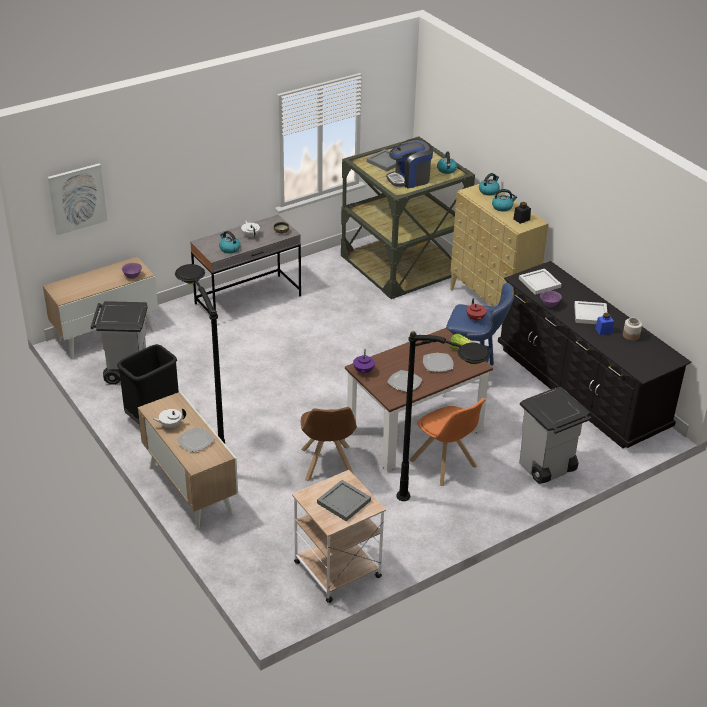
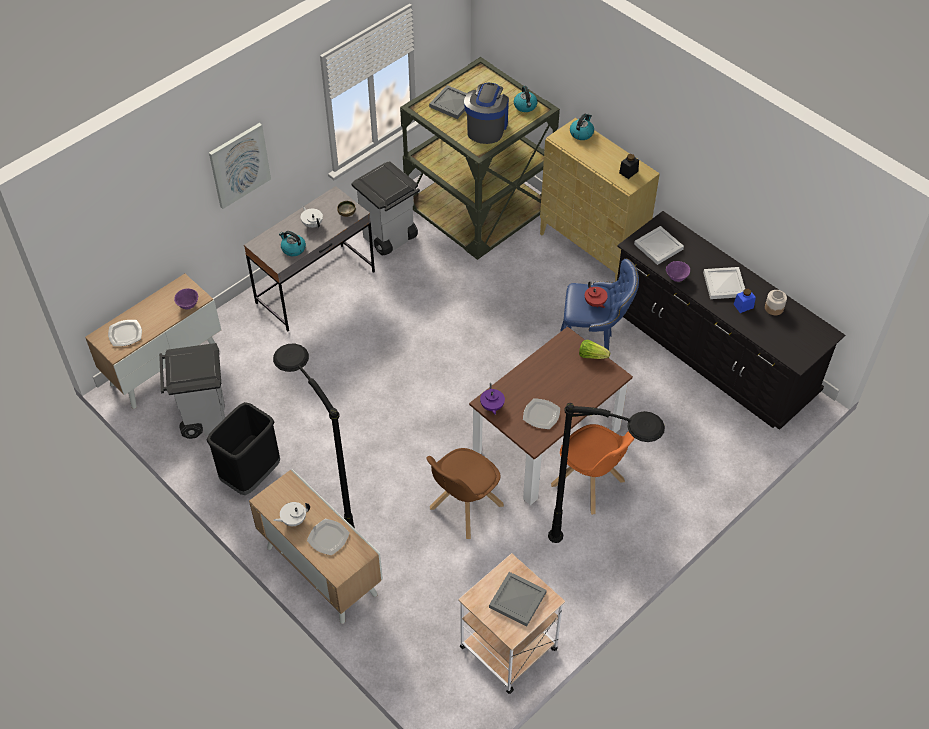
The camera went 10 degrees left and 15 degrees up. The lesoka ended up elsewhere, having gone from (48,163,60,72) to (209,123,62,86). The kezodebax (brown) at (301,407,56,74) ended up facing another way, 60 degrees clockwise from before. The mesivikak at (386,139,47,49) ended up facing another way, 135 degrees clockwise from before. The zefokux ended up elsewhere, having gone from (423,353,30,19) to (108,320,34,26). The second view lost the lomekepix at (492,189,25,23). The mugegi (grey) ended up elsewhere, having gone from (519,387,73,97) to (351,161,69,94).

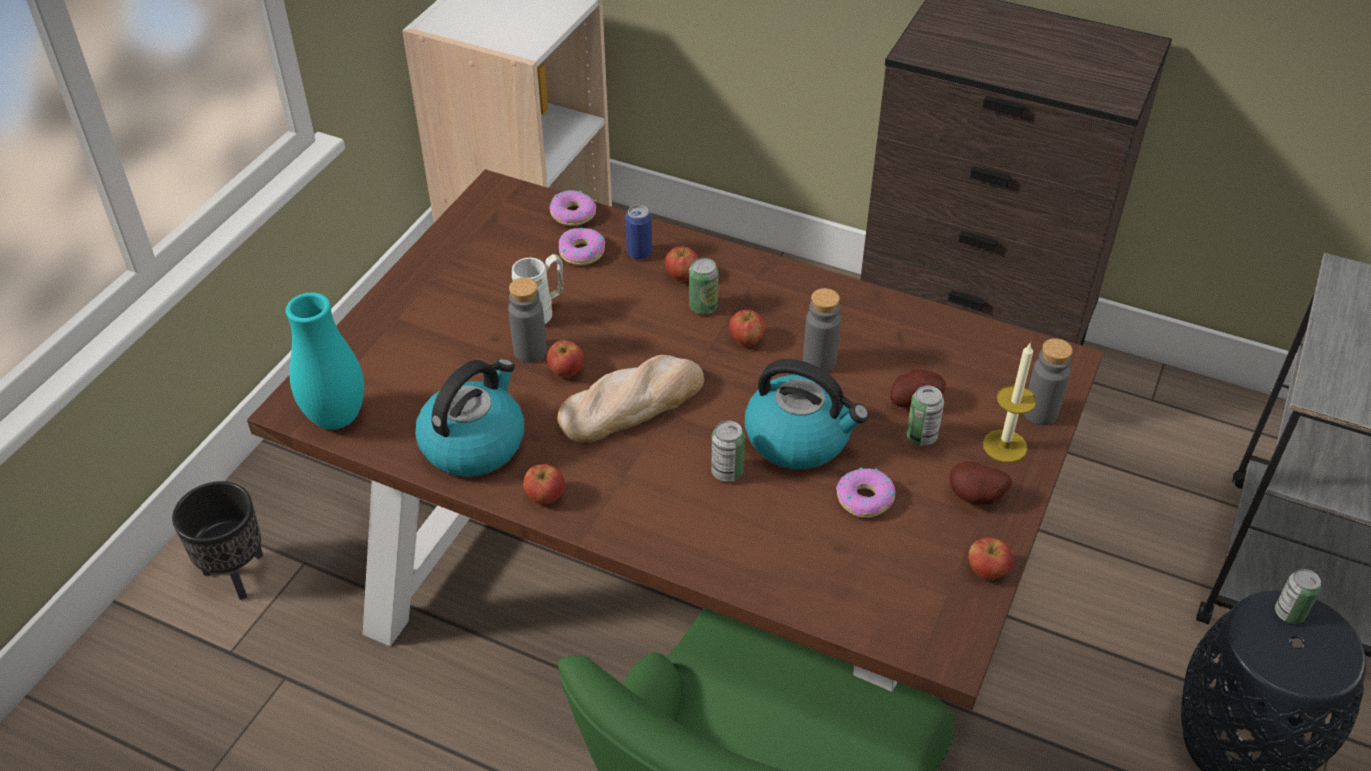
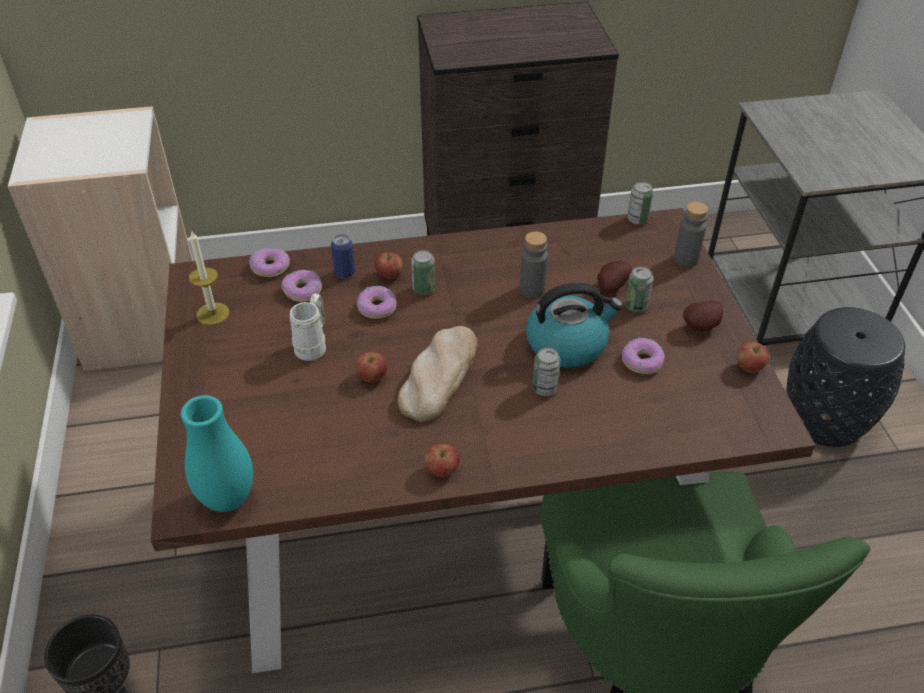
The camera went 35 degrees left and 0 degrees up. The second view lost the lomekepix at (415,359,109,118). The second view lost the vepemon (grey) at (508,278,39,85). The second view lost the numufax at (729,310,36,36). The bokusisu ended up elsewhere, having gone from (983,342,53,120) to (189,230,40,95). The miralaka ended up elsewhere, having gone from (1275,569,46,55) to (627,182,26,43). The second view gained the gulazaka at (357,286,40,33).

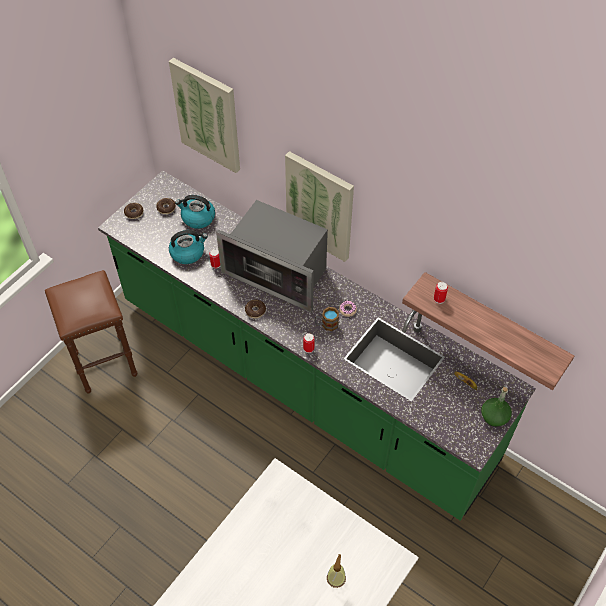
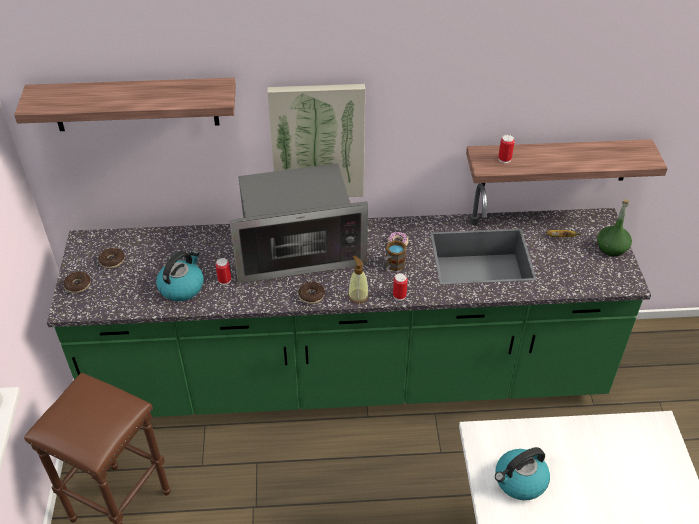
The camera went 40 degrees left and 10 degrees down. Where the lesoka hung at (169,58,71,115), the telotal came to hang at (14,78,222,53). The lomekepix ended up elsewhere, having gone from (175,195,40,34) to (495,447,55,53). The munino ended up elsewhere, having gone from (327,554,19,34) to (348,256,21,47).

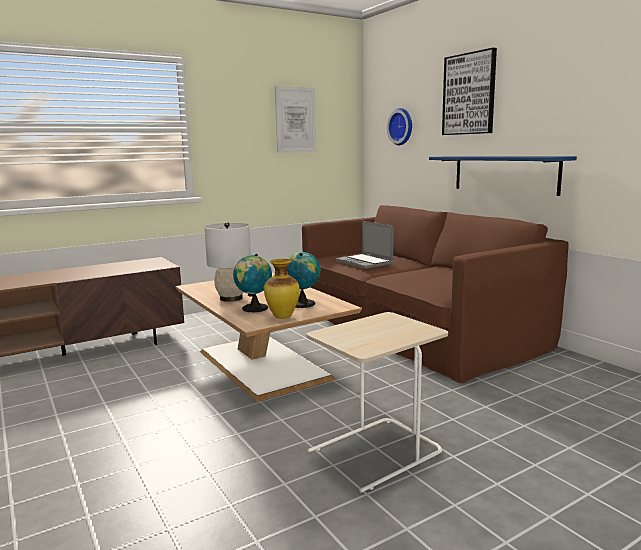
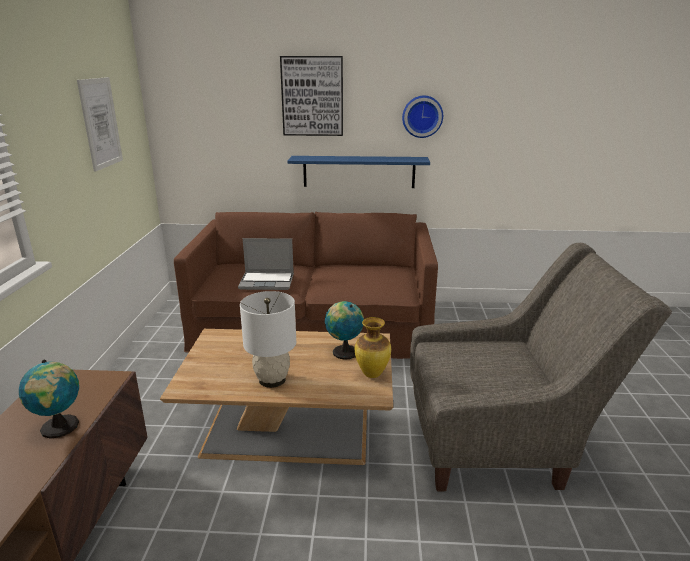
The camera went 55 degrees left and 10 degrees up. The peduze ended up elsewhere, having gone from (233,254,39,58) to (19,360,60,79). Where the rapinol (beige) stood at (307,312,141,181), the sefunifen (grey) came to stand at (410,243,262,248). The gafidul ended up elsewhere, having gone from (387,108,25,37) to (402,96,41,42).

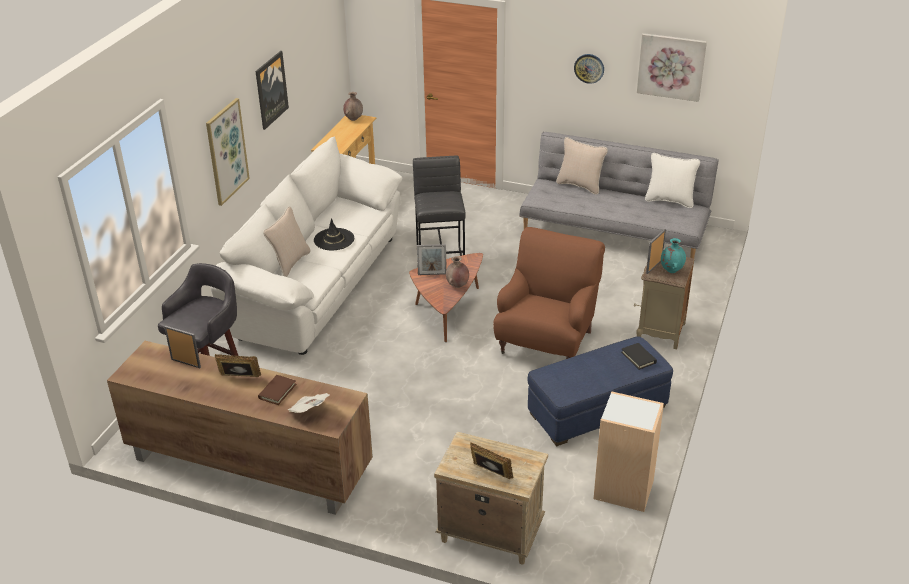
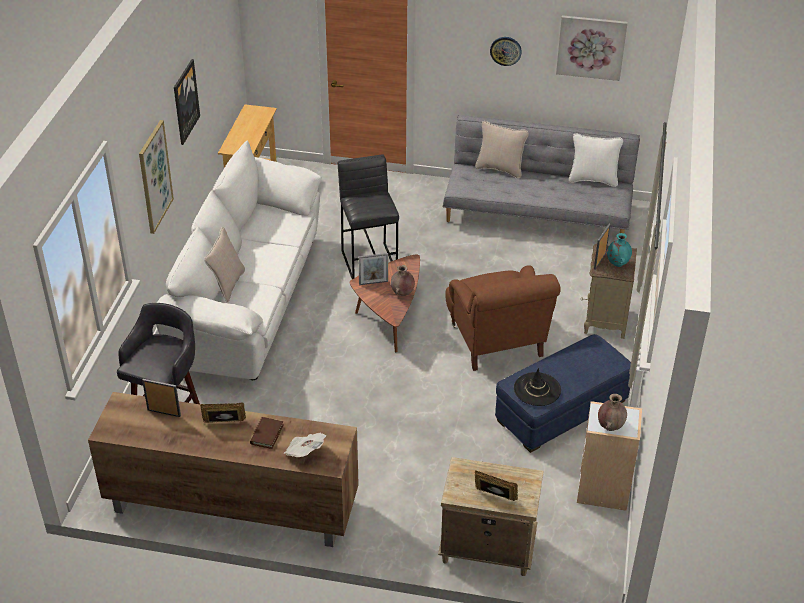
The camera went 10 degrees left and 5 degrees up. The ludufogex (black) ended up elsewhere, having gone from (314,218,40,32) to (514,368,47,38). The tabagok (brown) ended up elsewhere, having gone from (343,92,20,29) to (598,394,29,37). The sefunifen (brown) at (493,227,112,132) ended up facing another way, 150 degrees clockwise from before. The second view lost the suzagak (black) at (621,343,36,27).

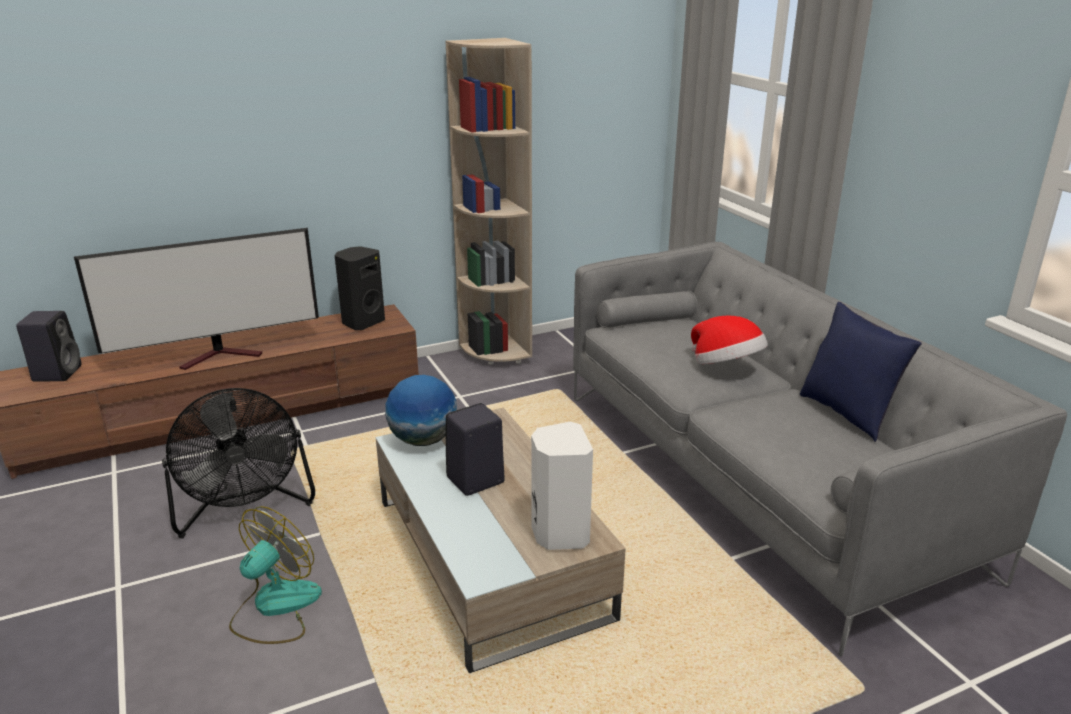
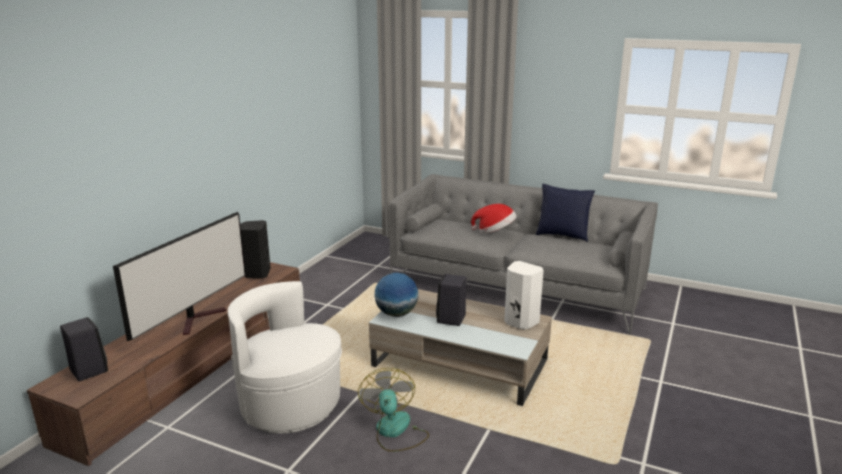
The camera went 40 degrees left and 5 degrees down. Where the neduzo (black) stood at (162,388,153,150), the sefunifen (white) came to stand at (228,281,114,153). The second view lost the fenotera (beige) at (445,38,87,327).

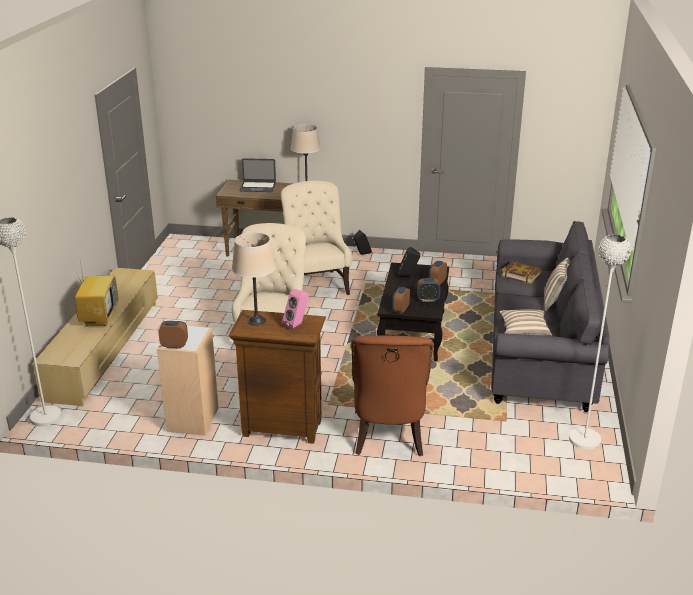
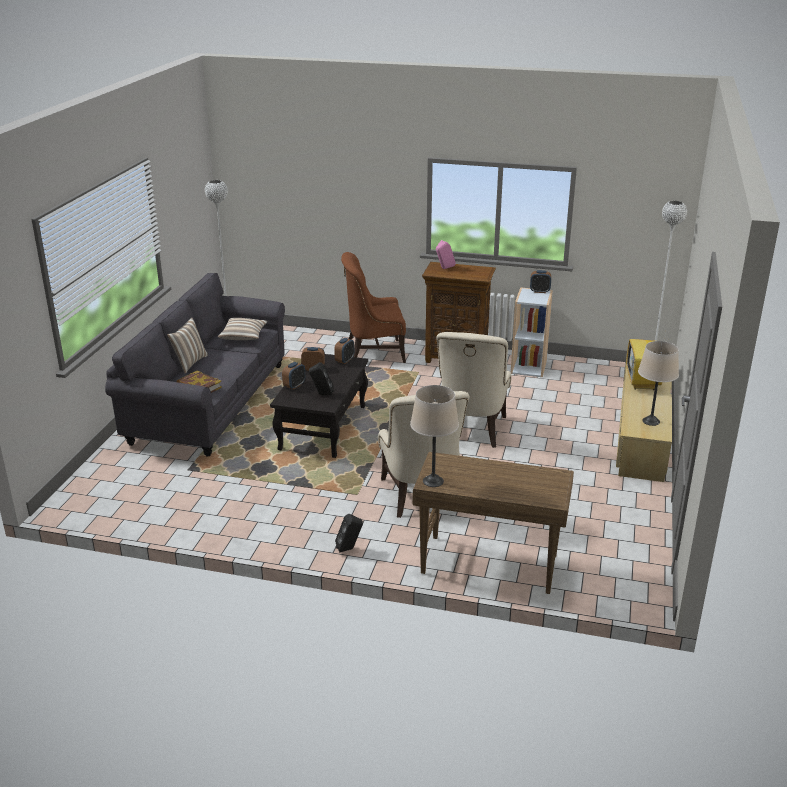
The camera went 175 degrees left and 0 degrees up. The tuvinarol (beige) ended up elsewhere, having gone from (232,232,44,94) to (638,341,41,85). The second view lost the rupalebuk at (239,158,37,34). The sefunifen (brown) at (351,336,83,120) ended up facing another way, 105 degrees counterclockwise from before.

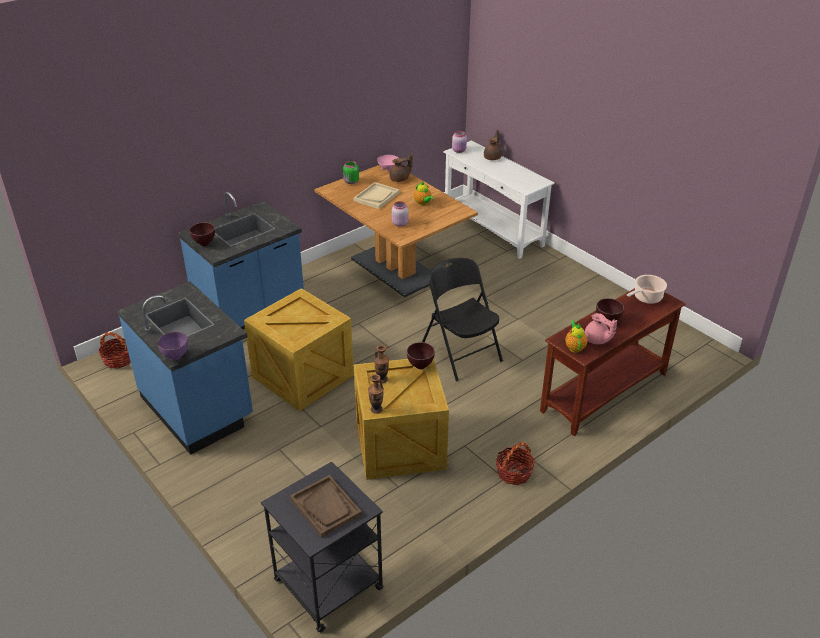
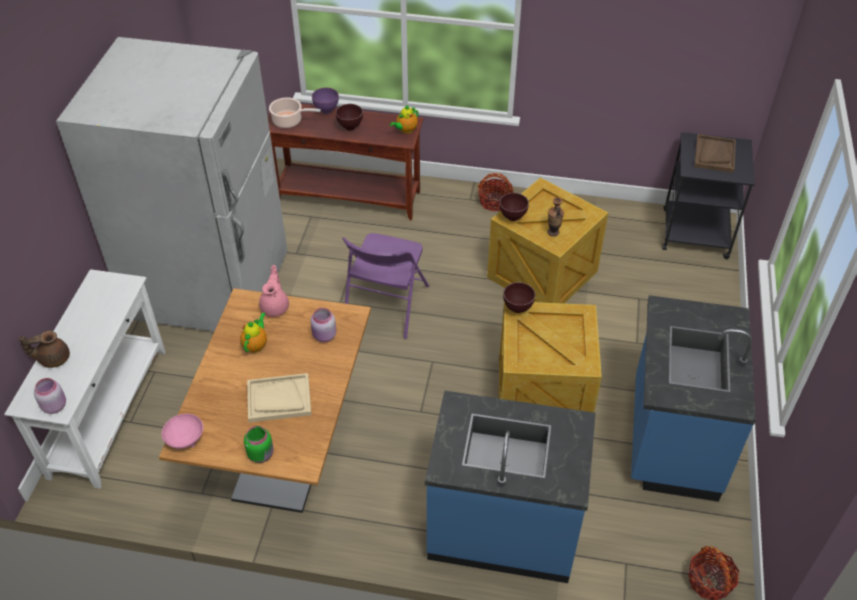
The camera went 130 degrees left and 10 degrees up. The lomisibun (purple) ended up elsewhere, having gone from (157,332,31,28) to (312,88,27,26). The lomisibun (brown) ended up elsewhere, having gone from (190,223,25,23) to (503,282,32,31). The second view lost the tabagok at (368,374,16,40). The second view lost the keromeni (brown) at (390,153,22,29). What was the kezodebax (black) at (422,258,81,123) turned into the kezodebax (purple) at (342,233,88,106). The keromeni (pink) ended up elsewhere, having gone from (584,313,33,31) to (259,265,30,52). The second view gained the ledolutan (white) at (56,37,231,294).

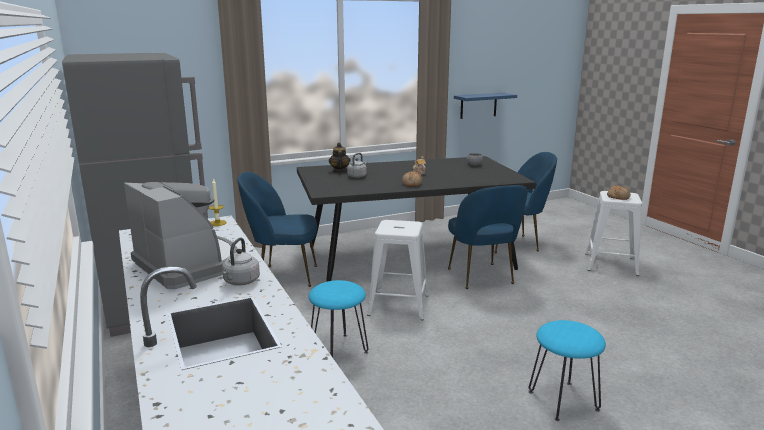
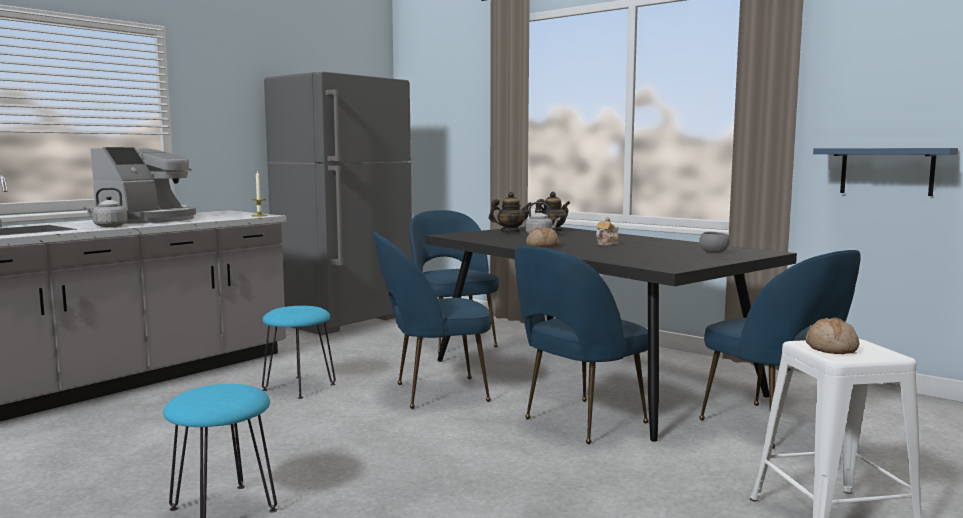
The camera went 65 degrees right and 10 degrees down. Where the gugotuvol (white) stood at (367,220,62,101), the kezodebax (blue) came to stand at (373,232,118,177). The second view gained the keromeni at (489,192,43,40).

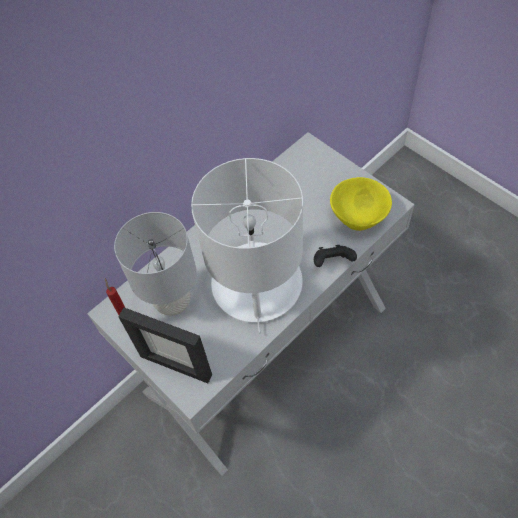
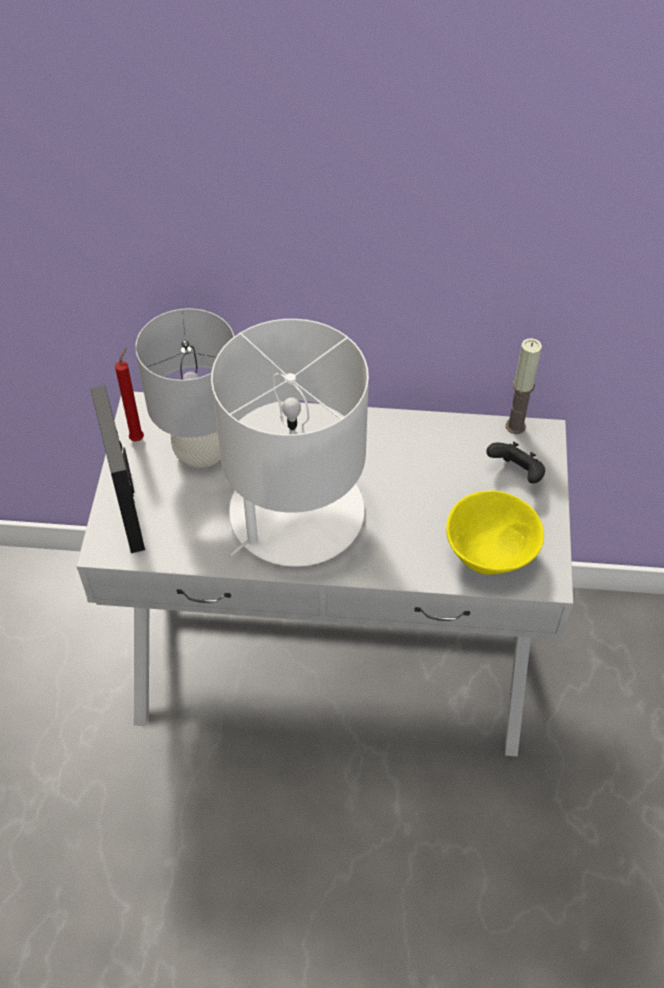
The camera went 45 degrees right and 5 degrees down. The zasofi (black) ended up elsewhere, having gone from (314,245,43,22) to (486,442,59,41). The second view gained the bokusisu at (506,338,36,96).

